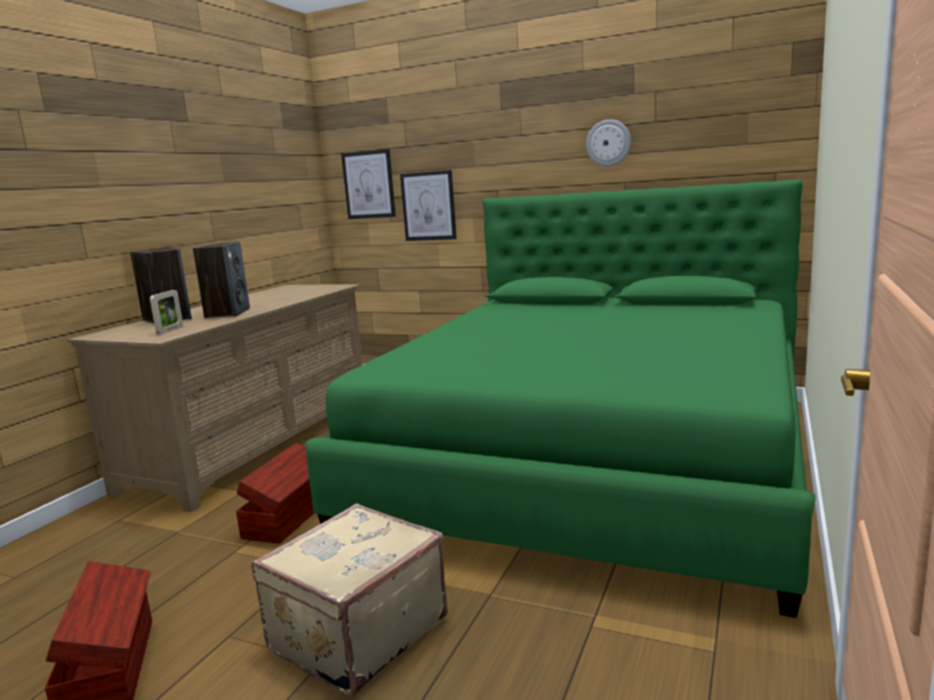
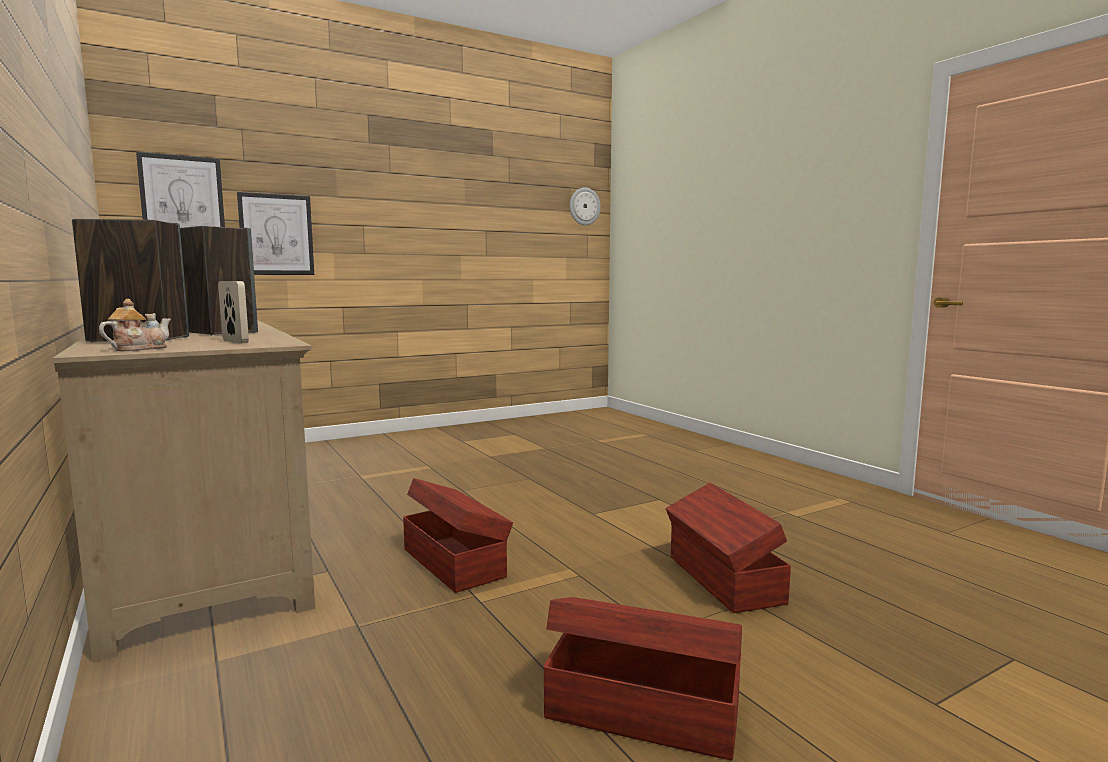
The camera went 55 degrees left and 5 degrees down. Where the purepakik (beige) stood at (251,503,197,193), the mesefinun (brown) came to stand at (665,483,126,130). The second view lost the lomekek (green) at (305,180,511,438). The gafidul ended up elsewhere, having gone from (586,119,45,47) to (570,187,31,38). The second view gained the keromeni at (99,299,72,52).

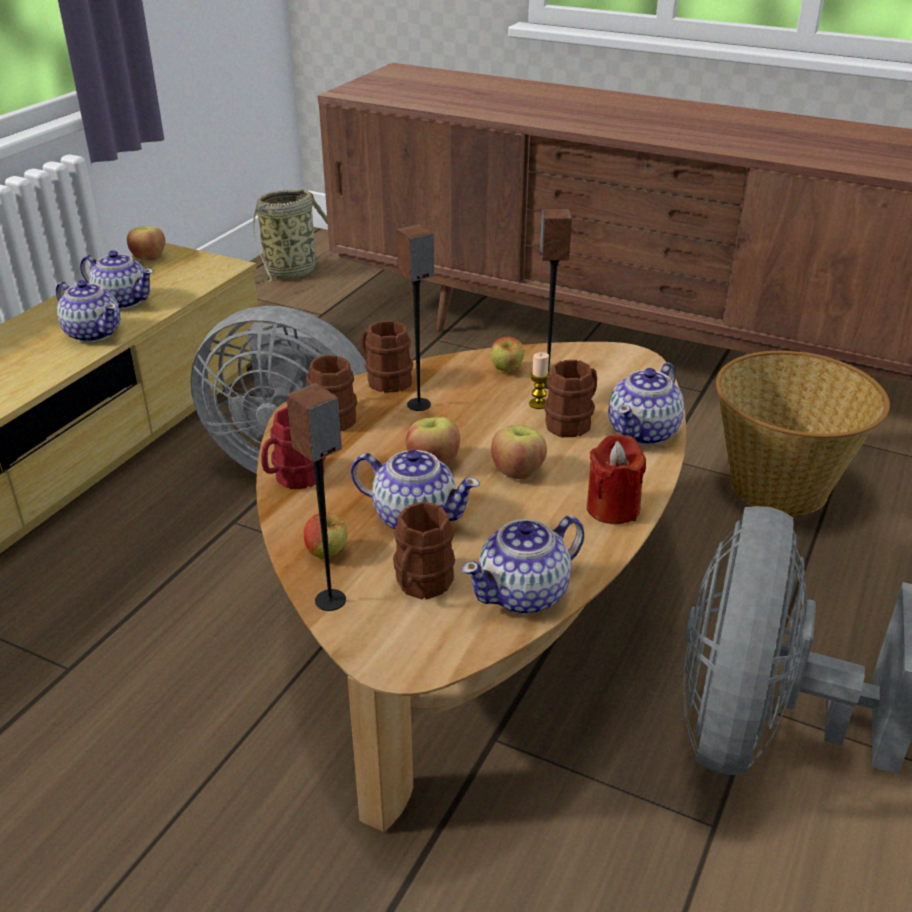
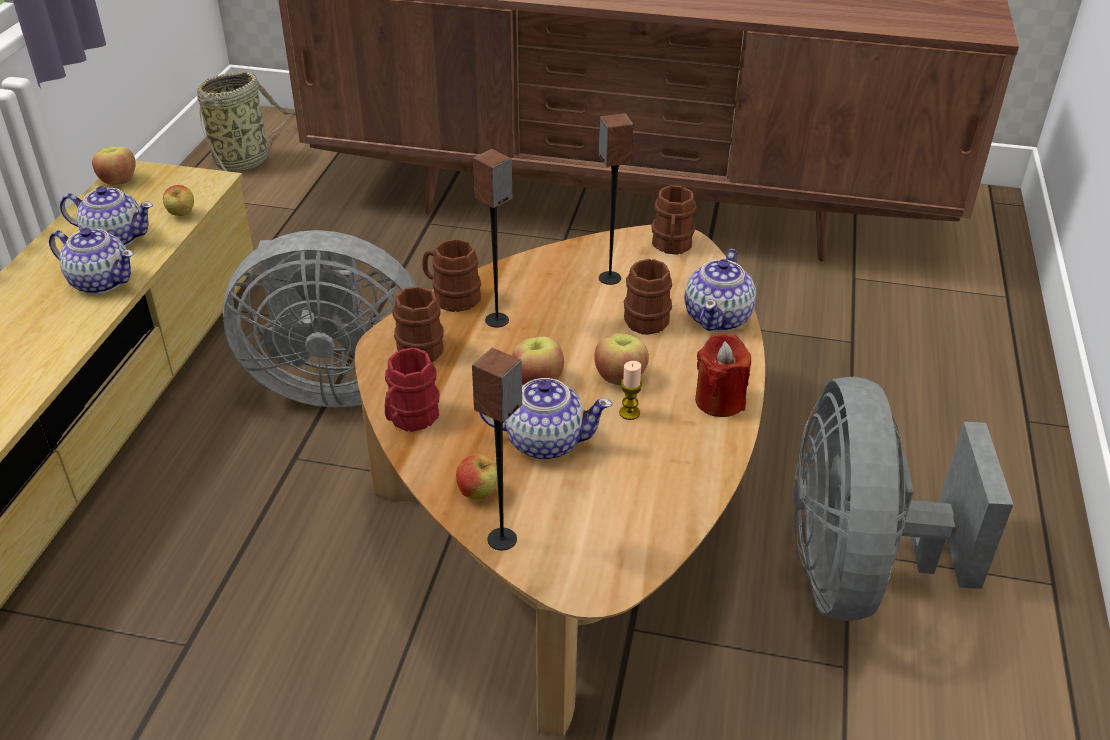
The camera went 15 degrees left and 5 degrees up. The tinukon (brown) ended up elsewhere, having gone from (393,501,62,98) to (651,185,46,70). The second view lost the keromeni at (462,515,122,99). The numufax ended up elsewhere, having gone from (490,337,34,35) to (163,185,31,31). The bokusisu ended up elsewhere, having gone from (529,352,21,57) to (619,361,23,59). The second view lost the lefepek at (716,351,174,165).

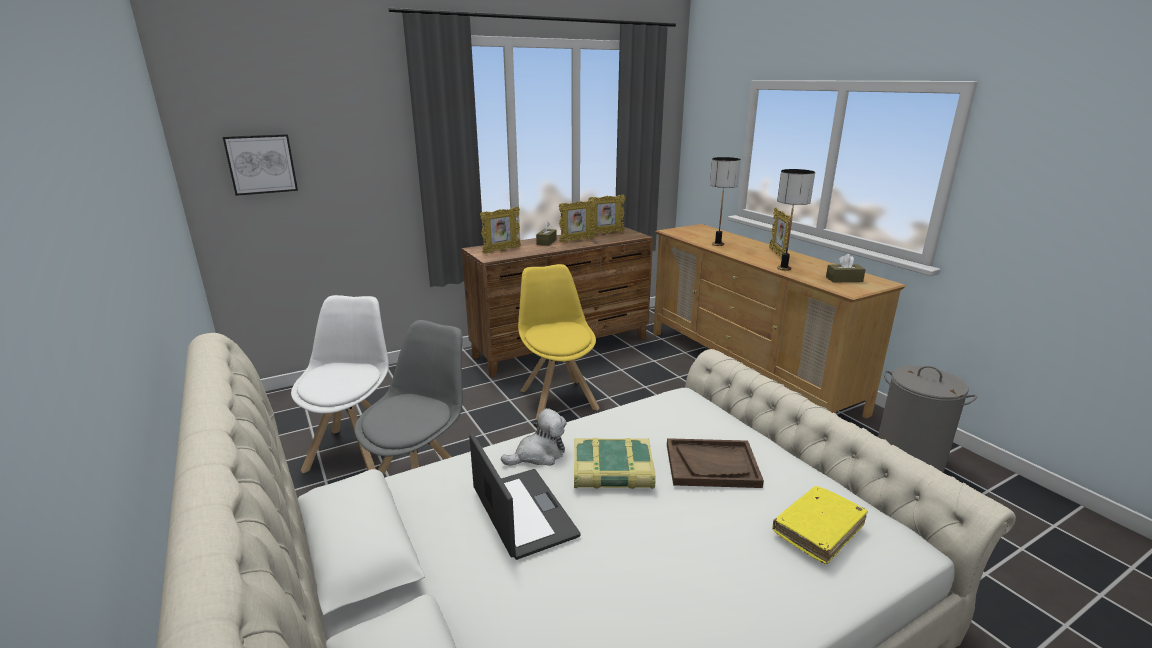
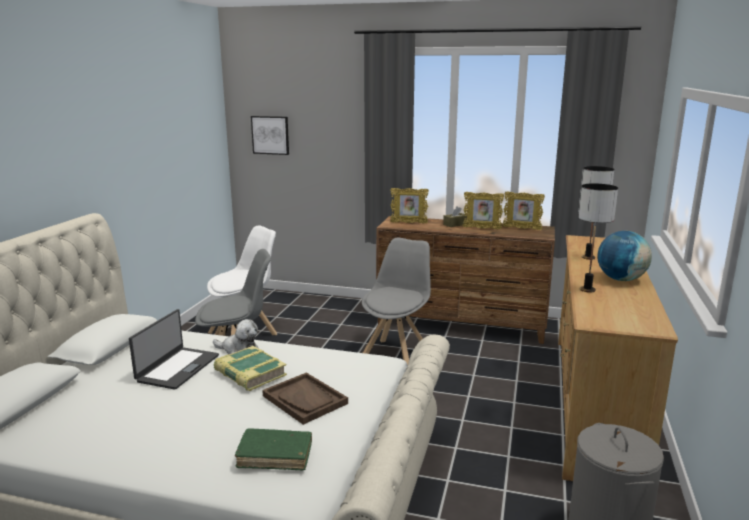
The camera went 45 degrees right and 5 degrees down. What was the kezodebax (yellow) at (518,264,82,156) turned into the kezodebax (grey) at (362,238,69,127). Where the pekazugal stood at (769,207,23,51), the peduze came to stand at (598,231,54,50). What was the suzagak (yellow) at (772,486,96,78) turned into the suzagak (green) at (235,429,77,42). The second view lost the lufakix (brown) at (826,254,40,29).

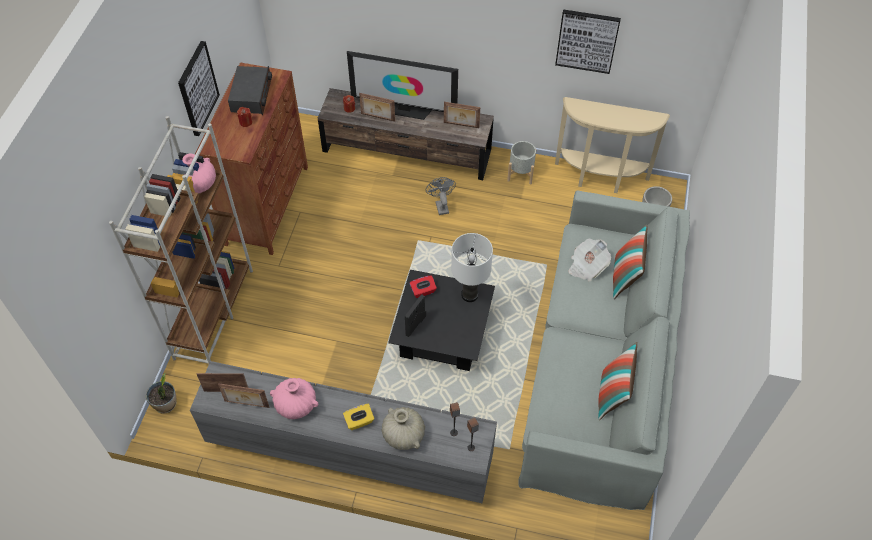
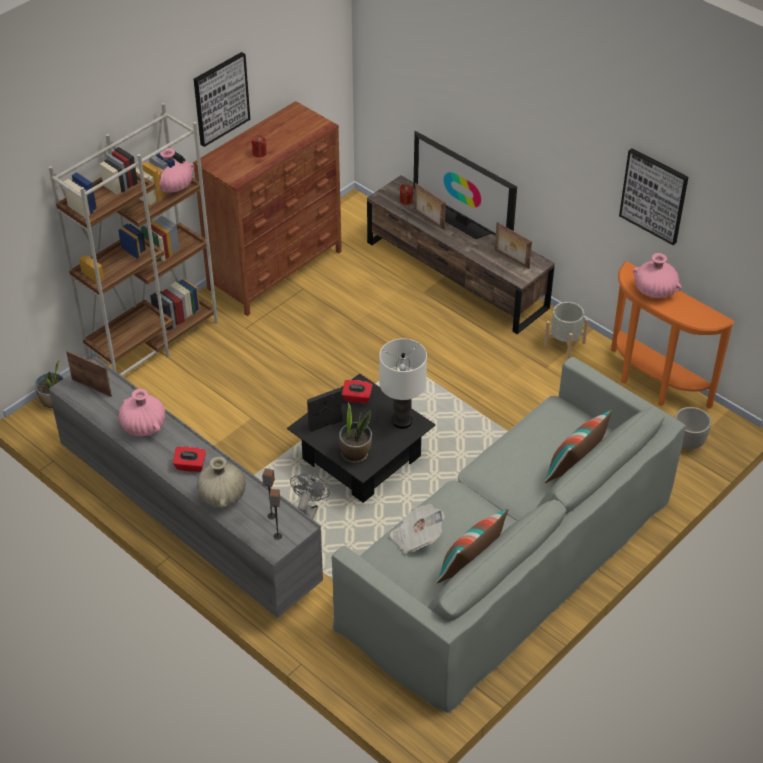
The camera went 30 degrees right and 10 degrees down. The second view lost the pekazugal at (218,383,51,25). The second view lost the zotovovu at (228,66,44,49). What was the lufakix (yellow) at (343,404,31,26) turned into the lufakix (red) at (173,446,33,26). The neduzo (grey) ended up elsewhere, having gone from (426,177,30,38) to (290,474,40,45). What was the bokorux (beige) at (555,97,115,96) turned into the bokorux (orange) at (611,261,124,148). The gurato ended up elsewhere, having gone from (569,238,42,44) to (390,504,55,50). The second view gained the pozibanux at (339,403,33,60). The second view gained the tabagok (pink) at (633,253,49,45).

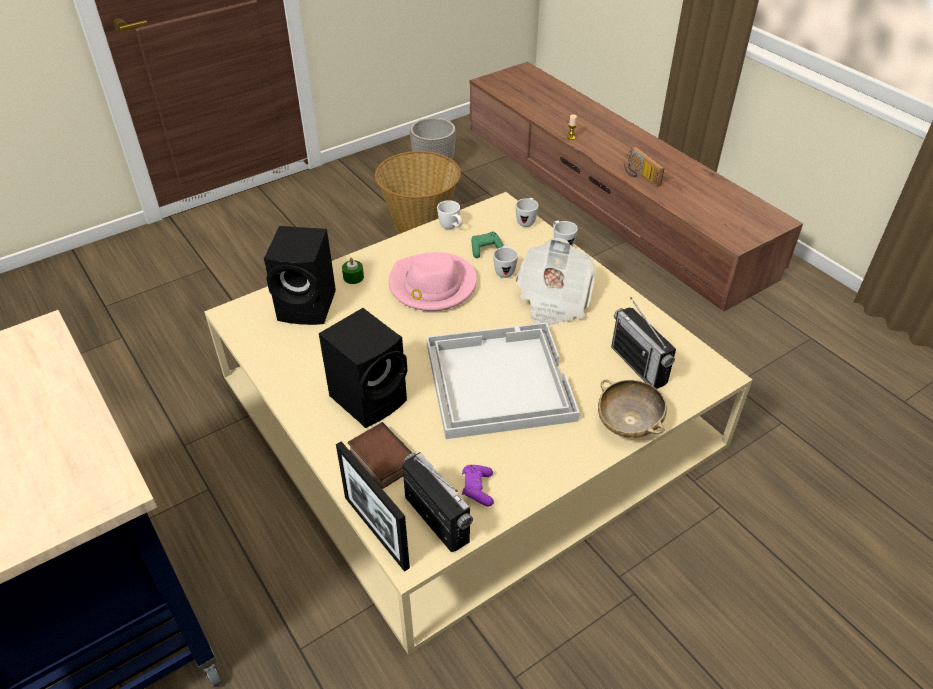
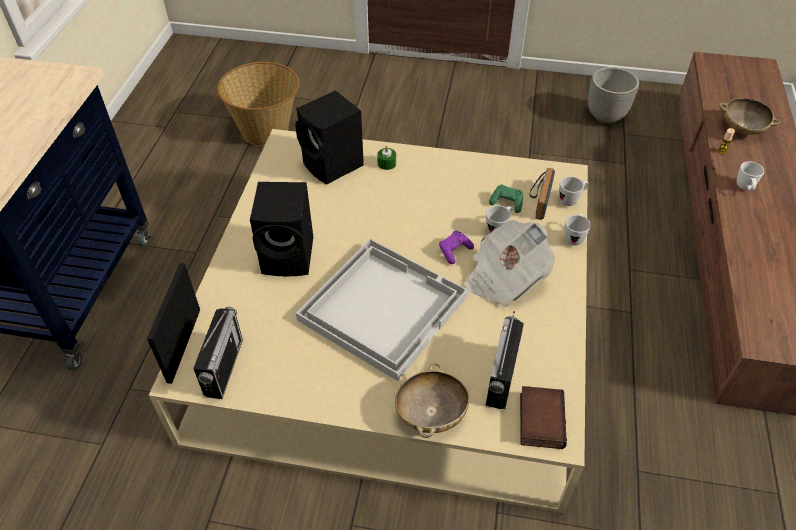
The camera went 45 degrees right and 5 degrees up. The suzagak ended up elsewhere, having gone from (348,422,64,67) to (520,386,47,63). The lefepek ended up elsewhere, having gone from (375,151,86,83) to (217,62,83,84). The second view lost the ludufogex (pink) at (389,252,88,59). The tinukon (white) ended up elsewhere, having gone from (437,200,25,29) to (737,161,27,30). The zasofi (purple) ended up elsewhere, having gone from (462,465,32,42) to (439,231,35,33). The zotovovu ended up elsewhere, having gone from (624,147,41,40) to (529,168,26,52). The second view gained the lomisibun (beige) at (719,98,61,37).

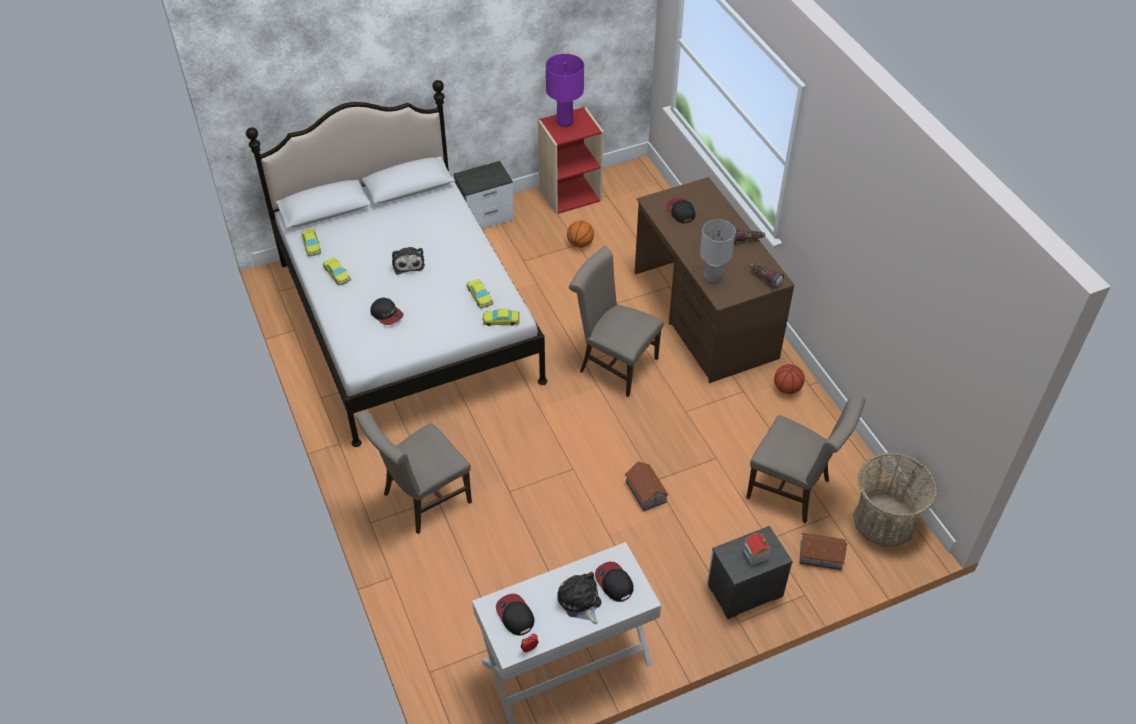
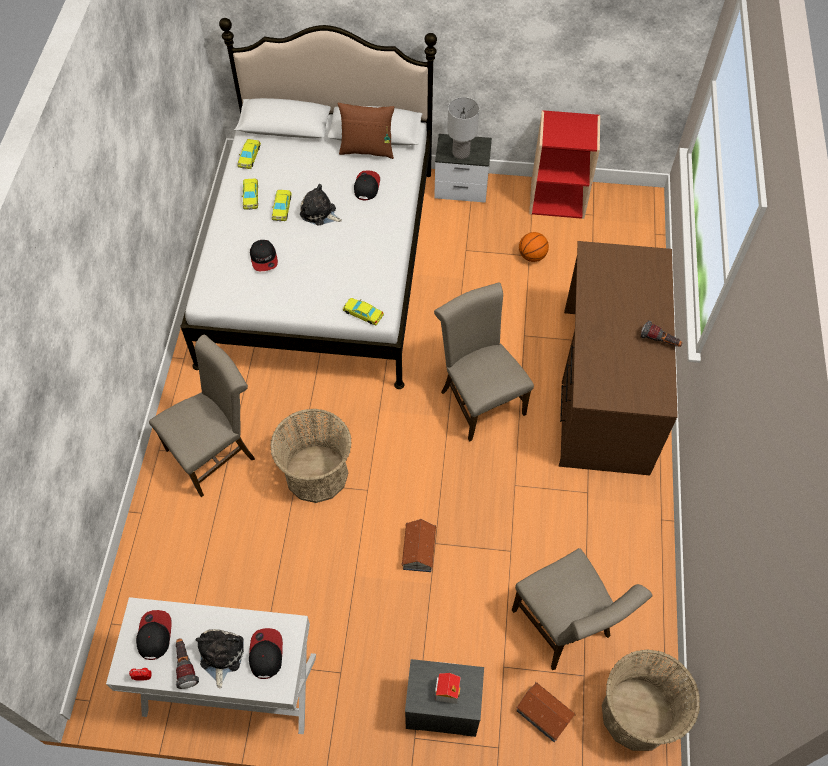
The camera went 30 degrees right and 10 degrees up. The kezodebax (beige) at (355,412,117,122) ended up facing another way, 150 degrees clockwise from before. The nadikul at (392,247,33,28) ended up facing another way, 105 degrees clockwise from before. The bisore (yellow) ended up elsewhere, having gone from (467,279,26,29) to (272,190,20,31). The second view lost the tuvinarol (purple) at (546,54,38,73). The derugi ended up elsewhere, having gone from (667,198,29,25) to (354,170,26,30). The tuvinarol (grey) ended up elsewhere, having gone from (700,219,35,65) to (447,97,32,62). The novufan ended up elsewhere, having gone from (750,263,34,25) to (176,638,23,51). The second view lost the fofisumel at (774,364,31,30). The second view gained the lefepek at (270,409,82,94). The second view gained the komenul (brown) at (338,103,56,56).

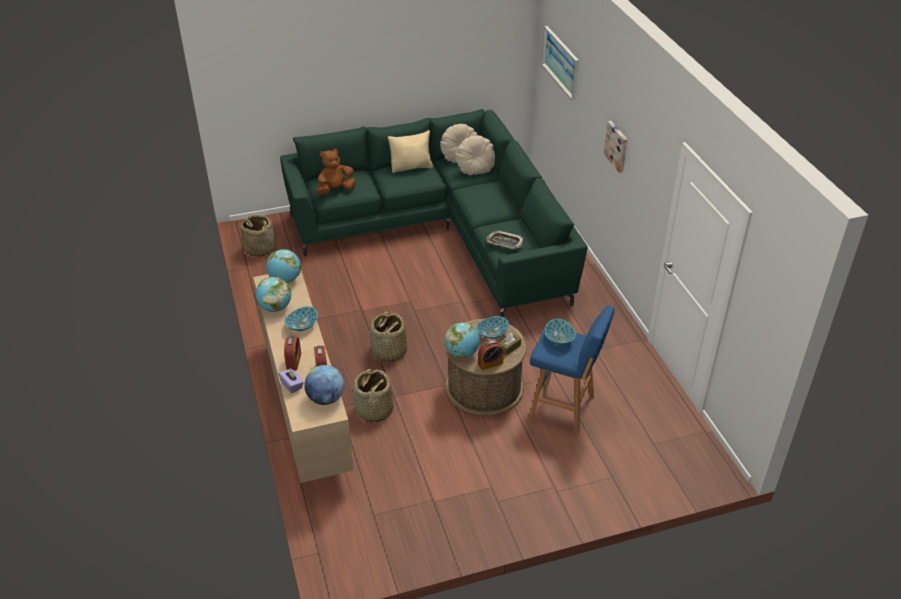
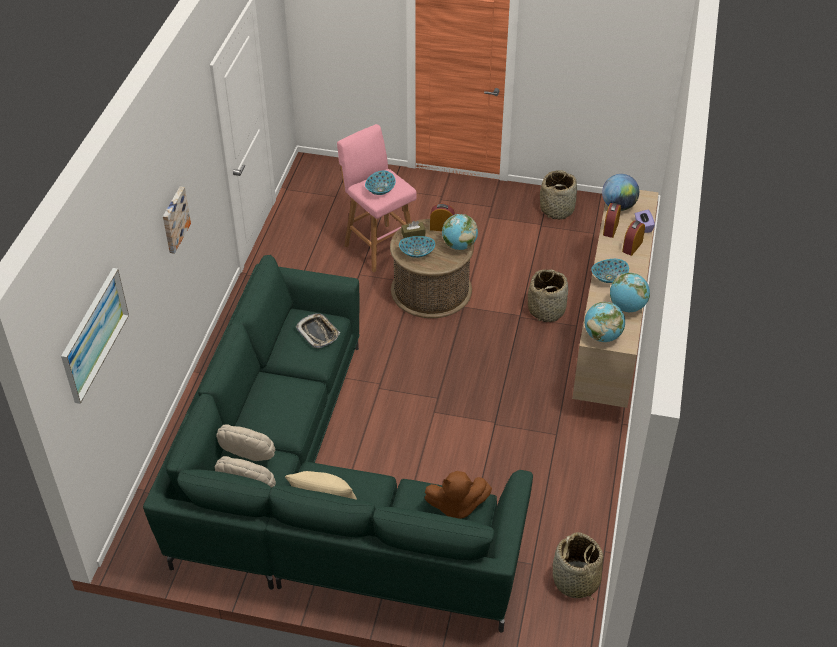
The camera went 150 degrees left and 5 degrees up. The lefepek ended up elsewhere, having gone from (370,312,37,51) to (540,170,37,50). What was the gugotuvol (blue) at (528,305,87,130) turned into the gugotuvol (pink) at (337,124,80,149).

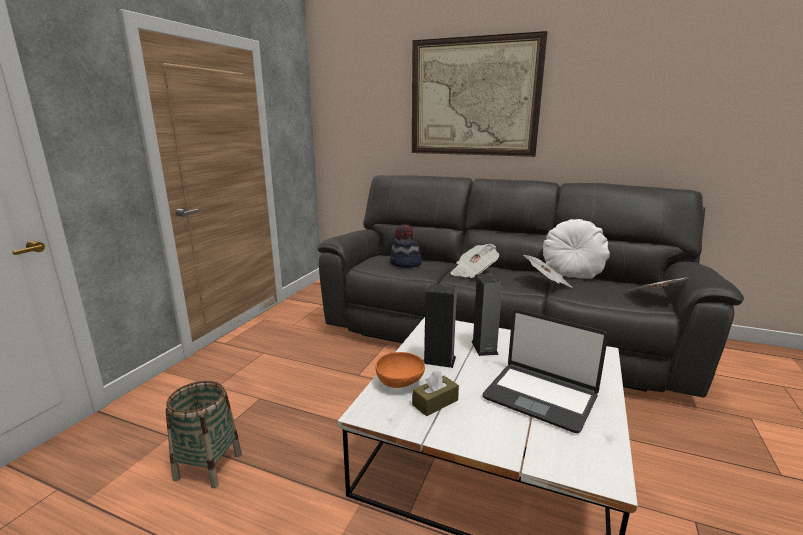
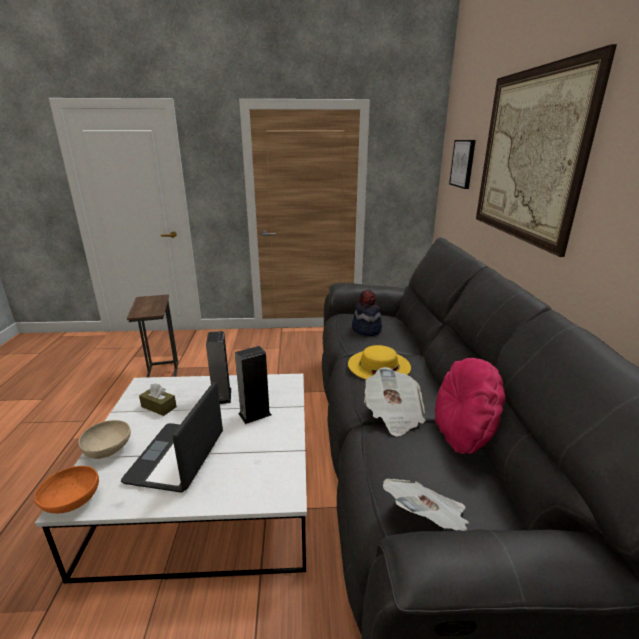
The camera went 65 degrees right and 5 degrees up. Where the lefepek stood at (166,381,76,107), the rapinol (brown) came to stand at (127,295,51,82). The lomisibun (orange) ended up elsewhere, having gone from (376,352,49,36) to (34,466,65,47). Where the gurato stood at (451,244,48,34), the ludufogex (yellow) came to stand at (348,345,63,34). What was the komenul (white) at (543,219,67,60) turned into the komenul (pink) at (435,358,70,96). The second view gained the lomisibun (beige) at (78,420,53,39). The second view gained the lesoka at (449,140,27,49).

